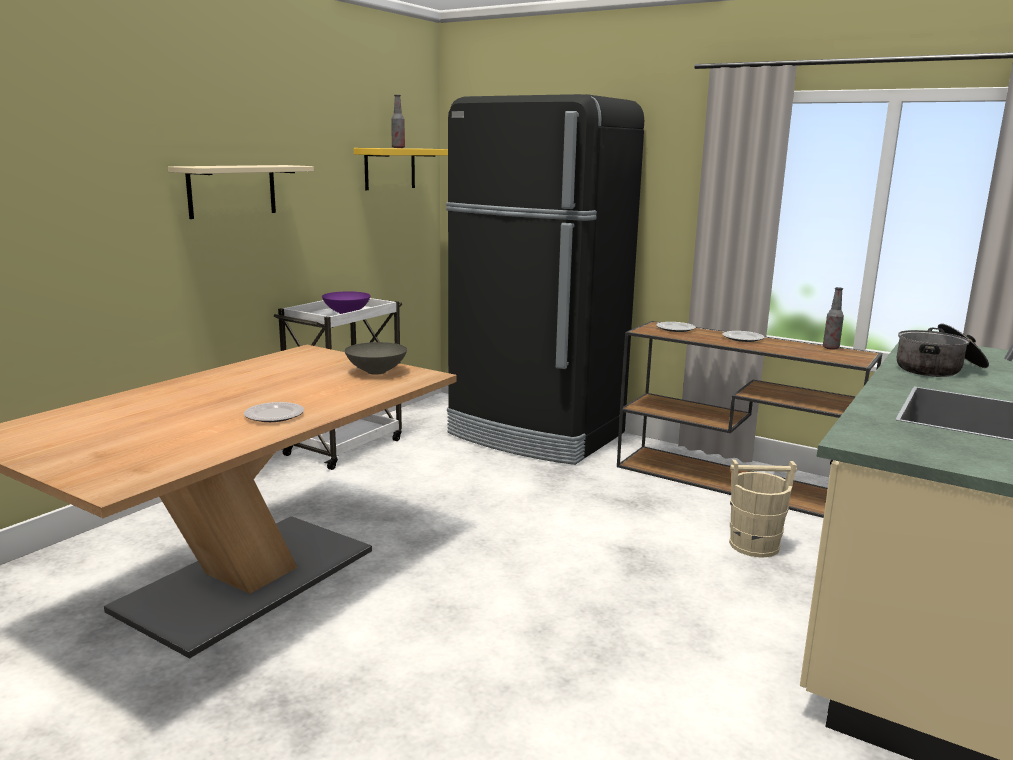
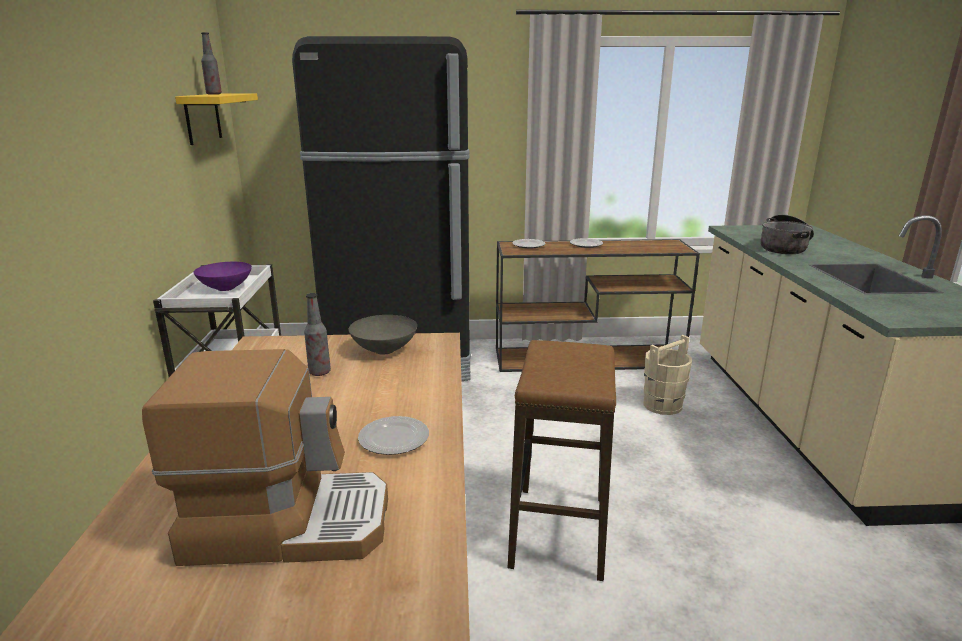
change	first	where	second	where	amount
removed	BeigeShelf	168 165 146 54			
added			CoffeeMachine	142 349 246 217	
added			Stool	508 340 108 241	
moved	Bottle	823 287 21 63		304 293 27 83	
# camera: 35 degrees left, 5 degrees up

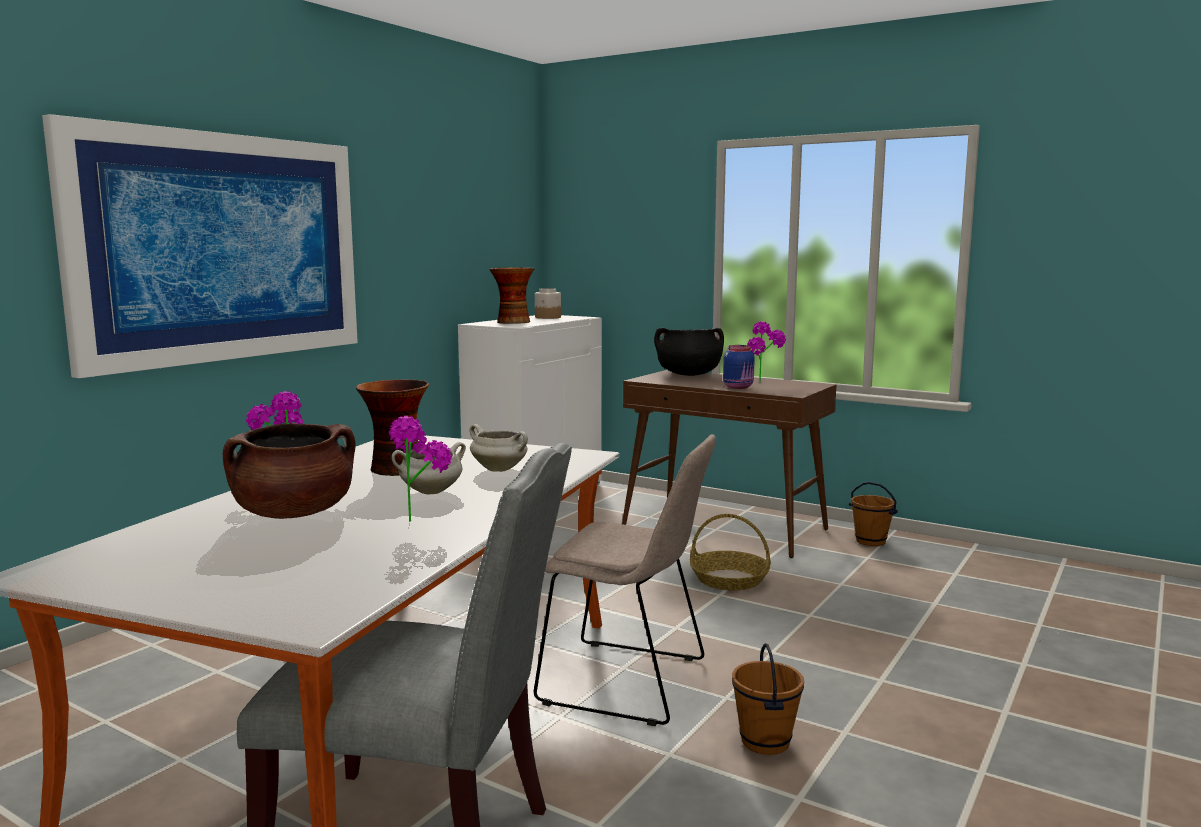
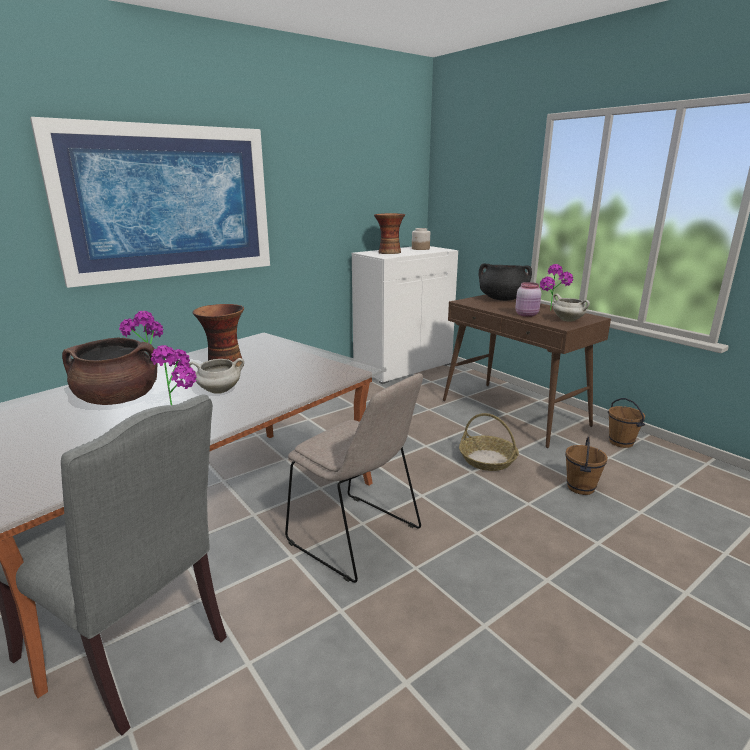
change	first	where	second	where	amount
moved	WhiteCookingPot	469 424 59 48		553 294 37 28	
moved	BrownBucket	732 643 72 112		565 436 43 59	
recoloured	BlueJar	723 345 32 44	PinkJar	515 282 26 35	
# camera: 20 degrees right, 10 degrees up

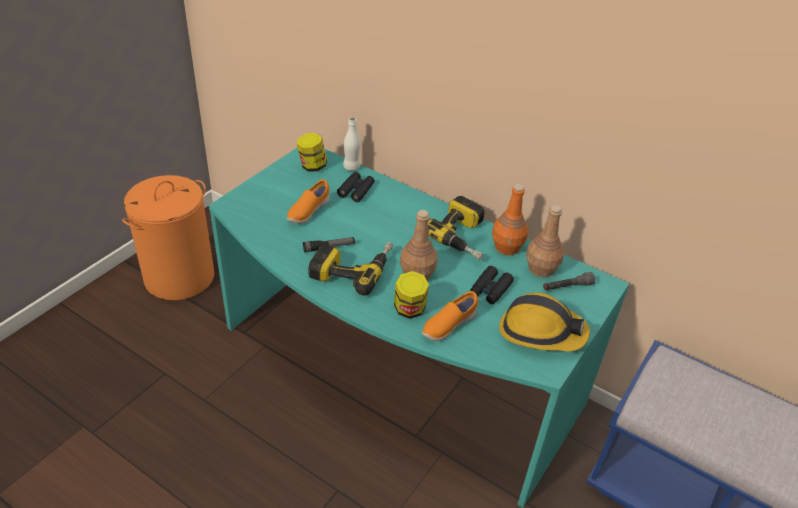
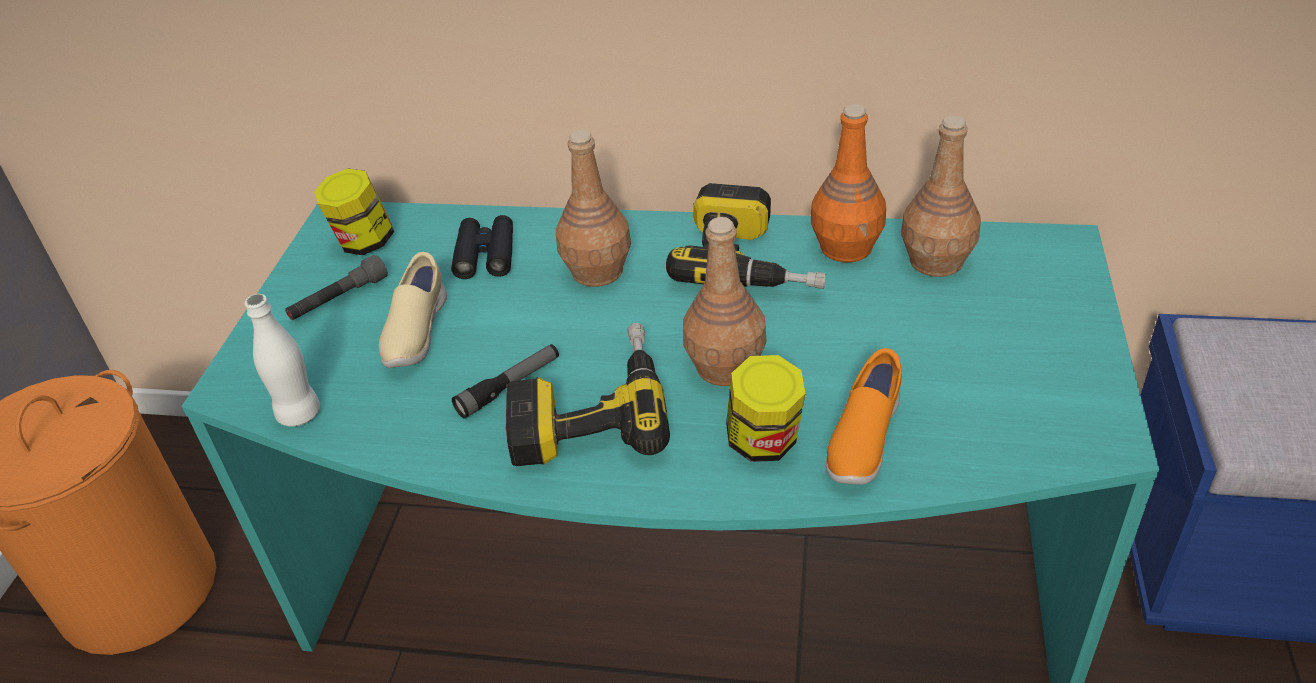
change	first	where	second	where	amount
removed	BlackBinoculars	470 266 44 38			
removed	HardHat	499 293 91 58			
added			BrownBottle	556 130 75 157	
moved	WhiteBottle	343 117 18 54		245 294 75 133	
moved	GreyFlashlight	543 272 52 18		285 255 103 65	
recoloured	OrangeShoe	287 179 43 45	BeigeShoe	379 252 68 116	
# camera: 20 degrees left, 0 degrees up

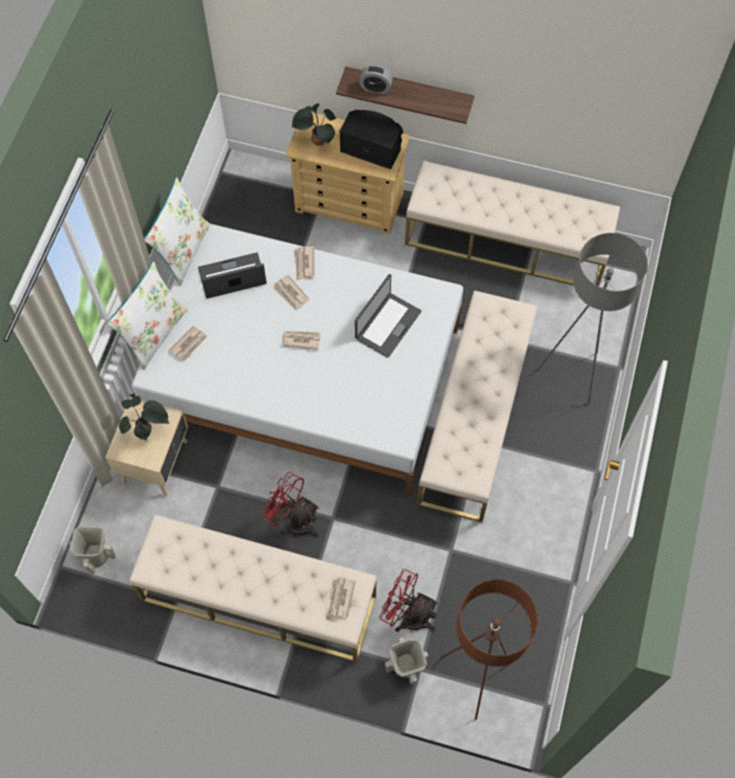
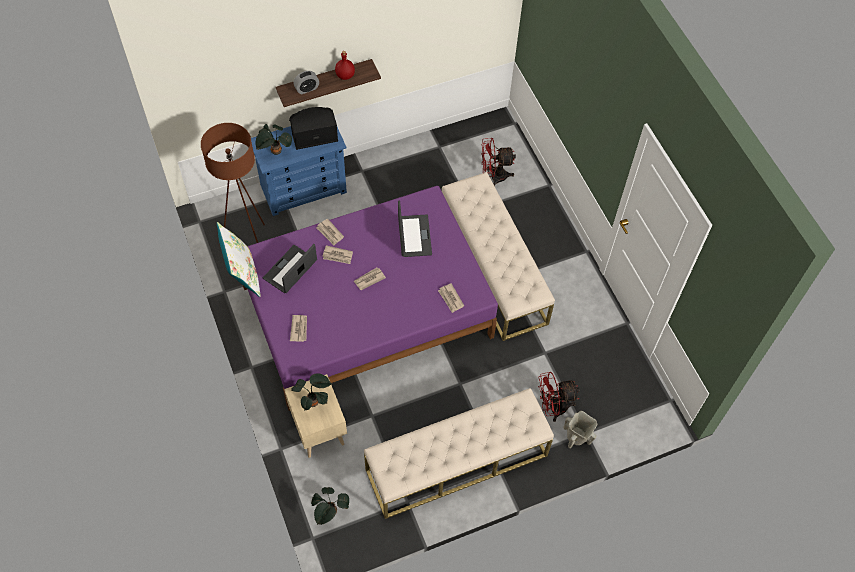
change	first	where	second	where	amount
removed	WhitePillow	106 261 81 109			
removed	BeigeBench	405 161 215 125			
removed	GreyFloorLamp	538 233 110 172			
added			RedBottle	335 51 20 29	
moved	RedFan	260 472 60 65		481 138 35 48	
moved	Newspaper	328 577 28 42		438 283 26 30	
moved	BrownFloorLamp	440 579 98 141		201 123 64 120	
replaced	BeigeVase	70 525 46 49	PottedPlant	311 487 38 38	
recoloured	WhiteBed	132 224 331 271	PurpleBed	243 186 255 225	
recoloured	BeigeDresser	285 112 125 123	BlueDresser	251 126 96 90	
# camera: 40 degrees left, 5 degrees down

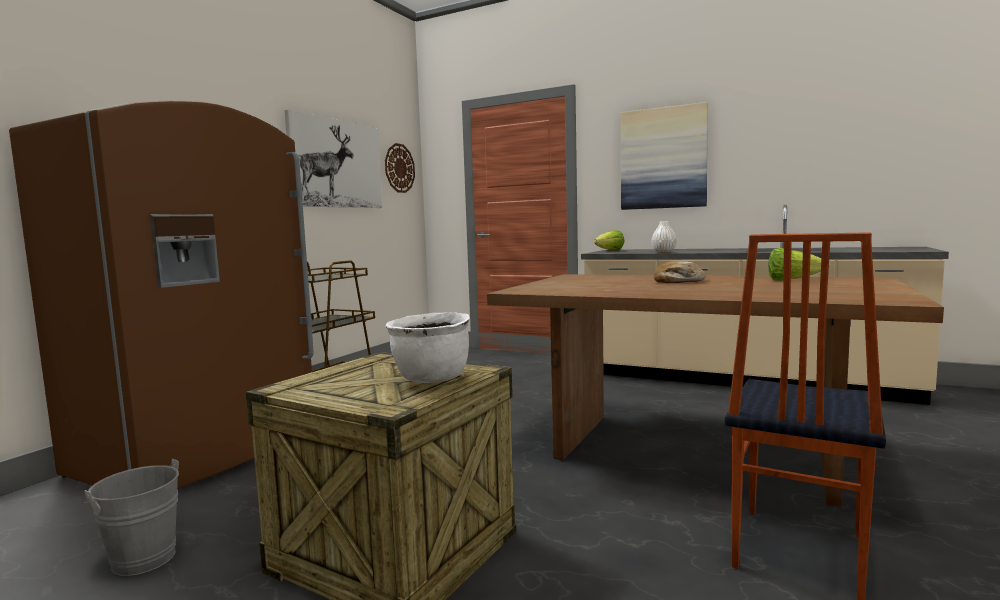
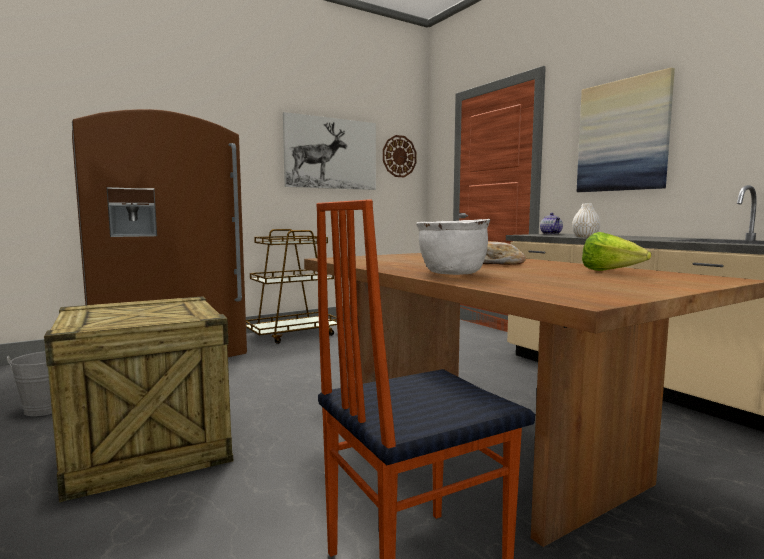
change	first	where	second	where	amount
moved	WhiteCookingPot	386 312 84 71		416 219 75 56	
replaced	Lettuce	594 230 31 20	Teapot	540 213 23 21	
# camera: 30 degrees right, 0 degrees up

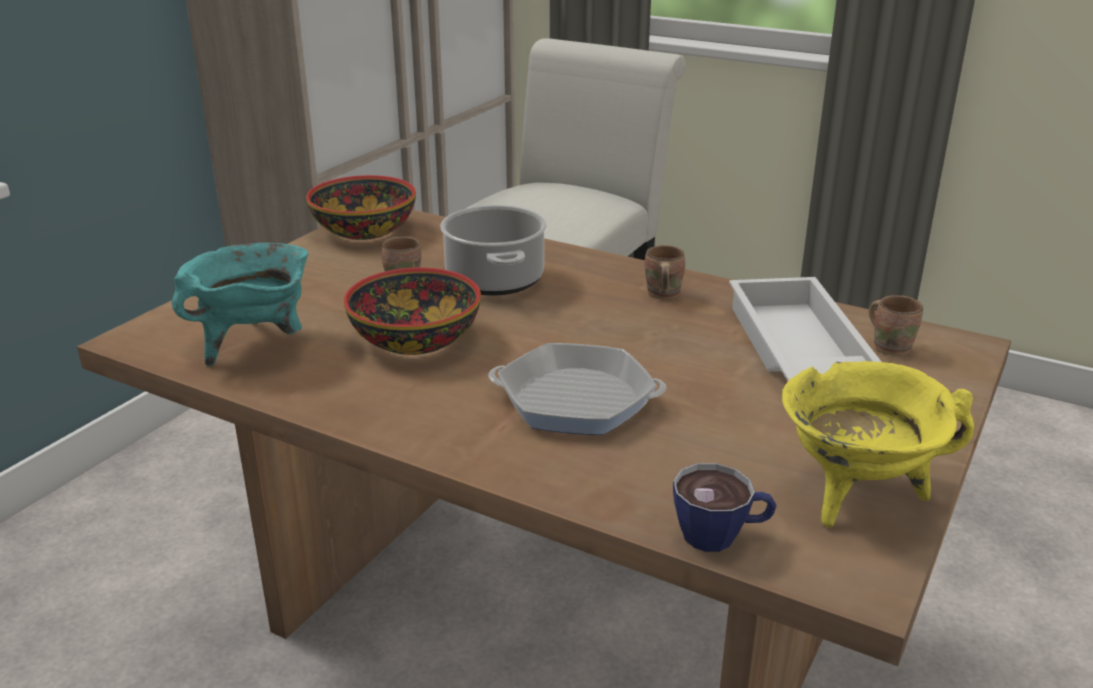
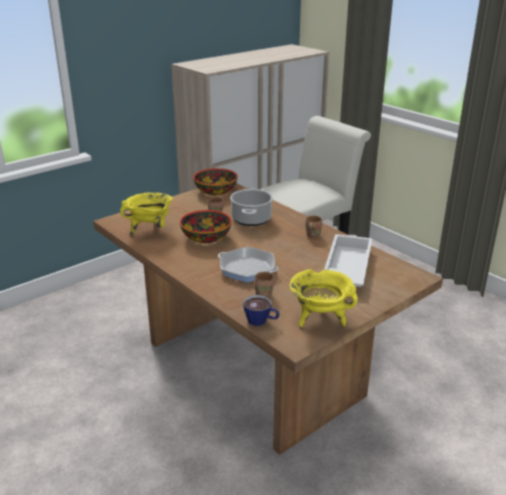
change	first	where	second	where	amount
moved	BrownMug	869 295 54 61		254 272 20 26	
recoloured	TurquoiseCookingPot	172 243 137 123	YellowCookingPot	120 192 53 43	
# camera: 20 degrees right, 0 degrees up

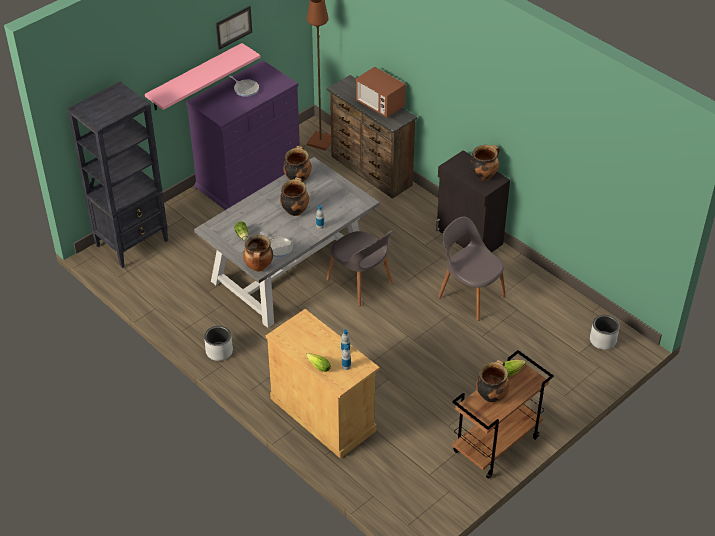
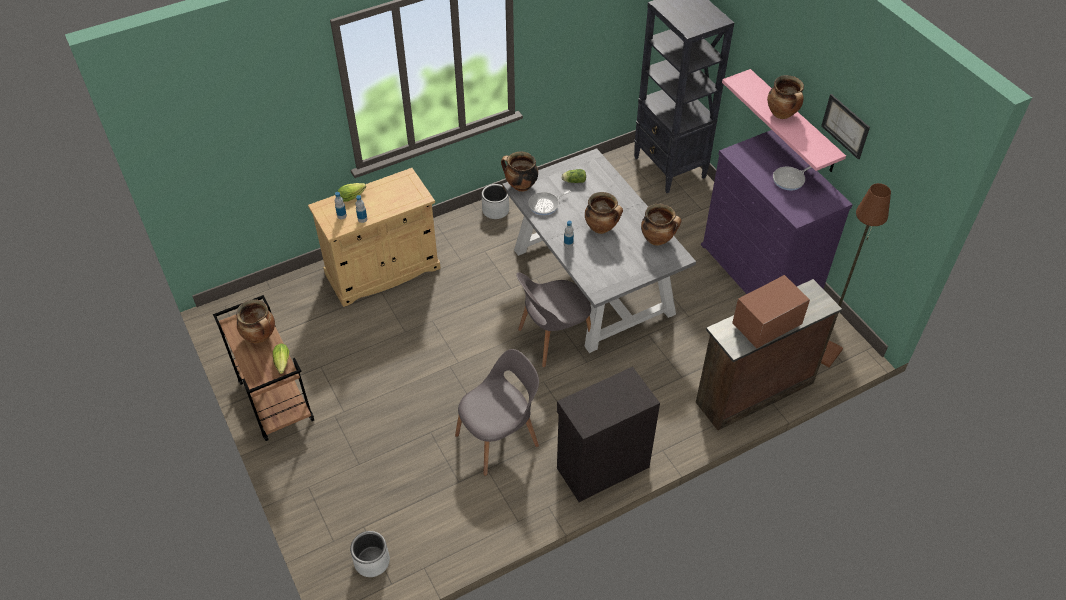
change	first	where	second	where	amount
moved	CookingPot	470 145 30 36		767 75 37 44	
# camera: 105 degrees right, 5 degrees up

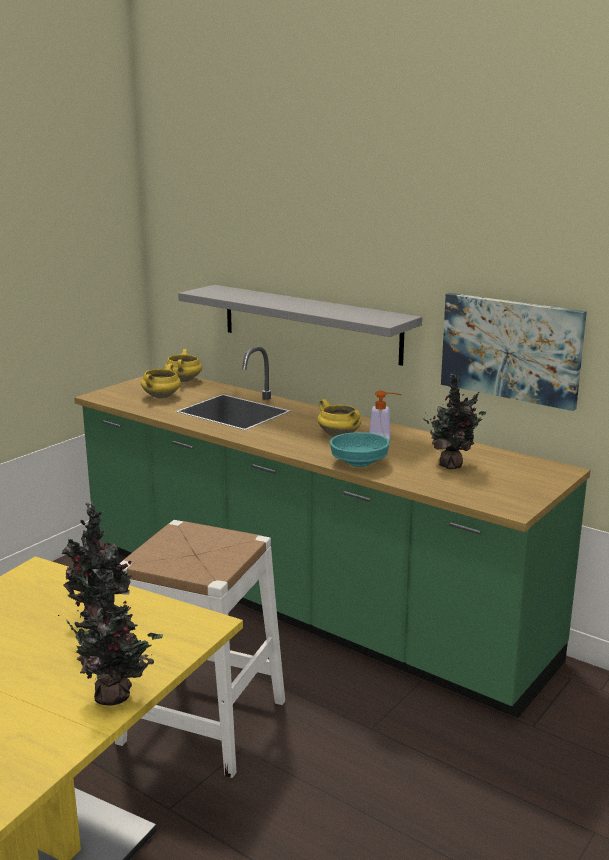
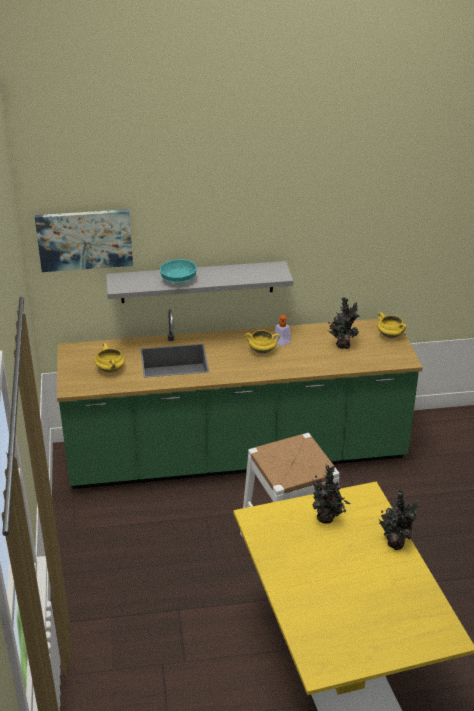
change	first	where	second	where	amount
moved	YellowCookingPot	164 349 38 33		377 312 29 26	
moved	TurquoiseBowl	330 432 60 35		160 259 37 25	
moved	Picture	441 293 146 118		35 209 98 63	
# camera: 45 degrees left, 15 degrees up

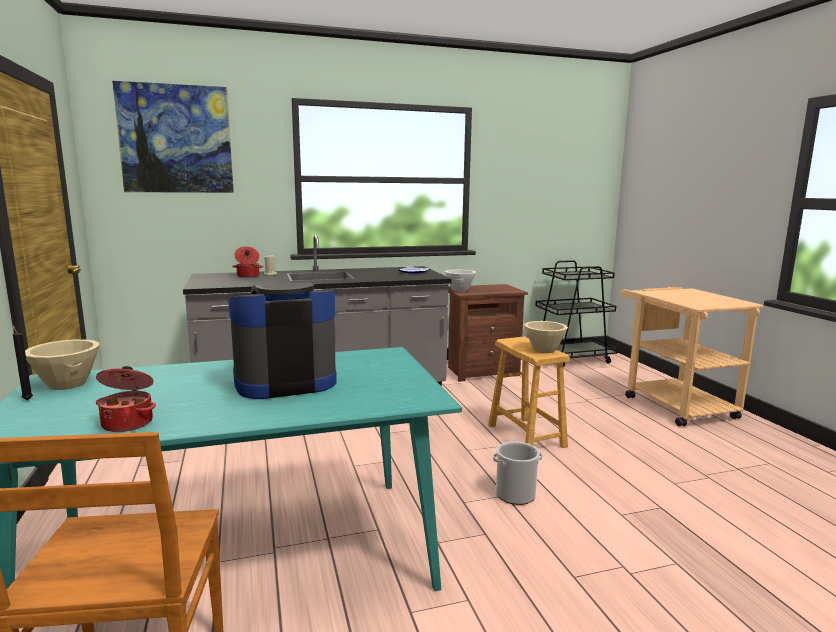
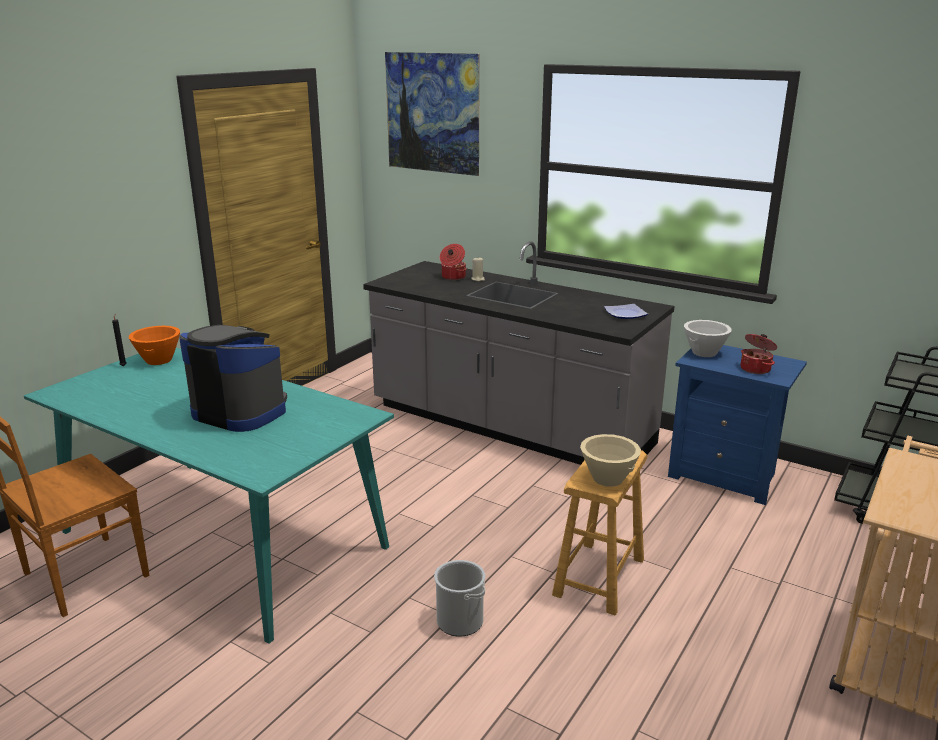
change	first	where	second	where	amount
moved	CookingPot	96 366 60 66		740 334 37 40	
recoloured	BeigeBowl	25 339 74 51	OrangeBowl	129 326 51 39	
recoloured	BrownNightstand	448 284 80 98	BlueNightstand	668 345 139 160	
# camera: 50 degrees right, 10 degrees up

